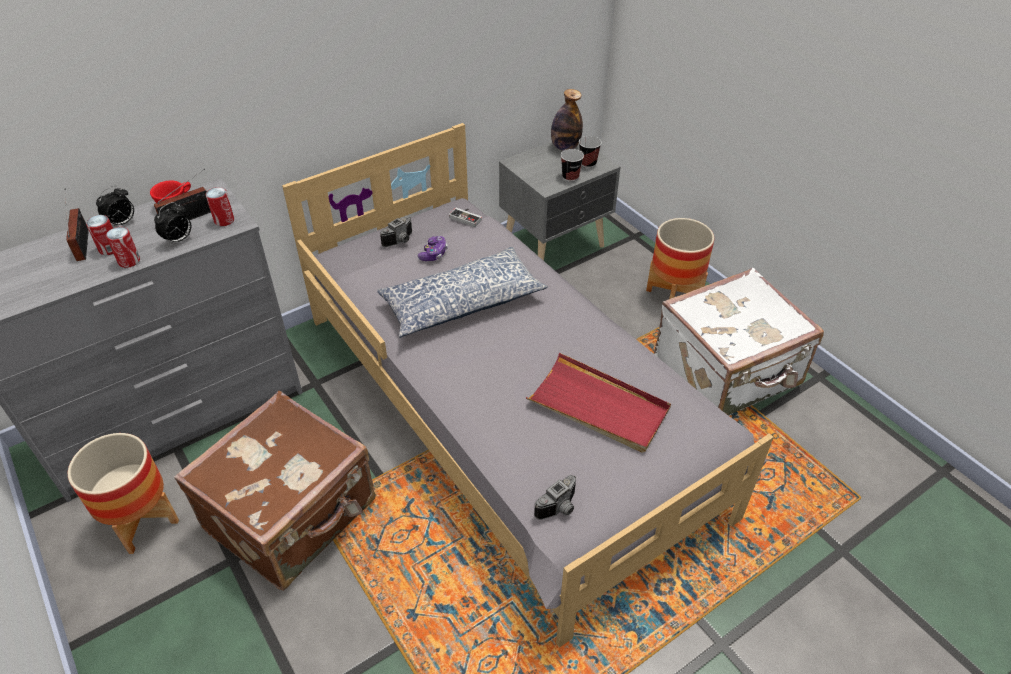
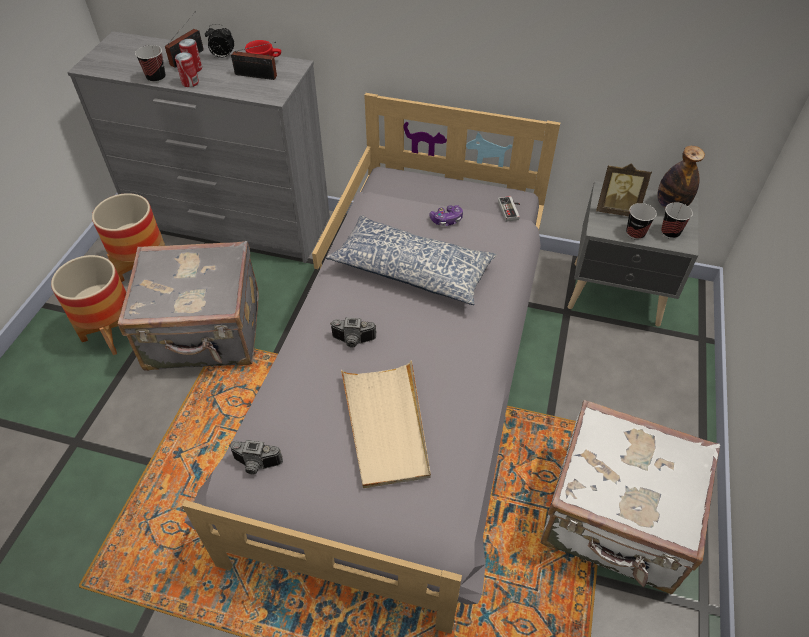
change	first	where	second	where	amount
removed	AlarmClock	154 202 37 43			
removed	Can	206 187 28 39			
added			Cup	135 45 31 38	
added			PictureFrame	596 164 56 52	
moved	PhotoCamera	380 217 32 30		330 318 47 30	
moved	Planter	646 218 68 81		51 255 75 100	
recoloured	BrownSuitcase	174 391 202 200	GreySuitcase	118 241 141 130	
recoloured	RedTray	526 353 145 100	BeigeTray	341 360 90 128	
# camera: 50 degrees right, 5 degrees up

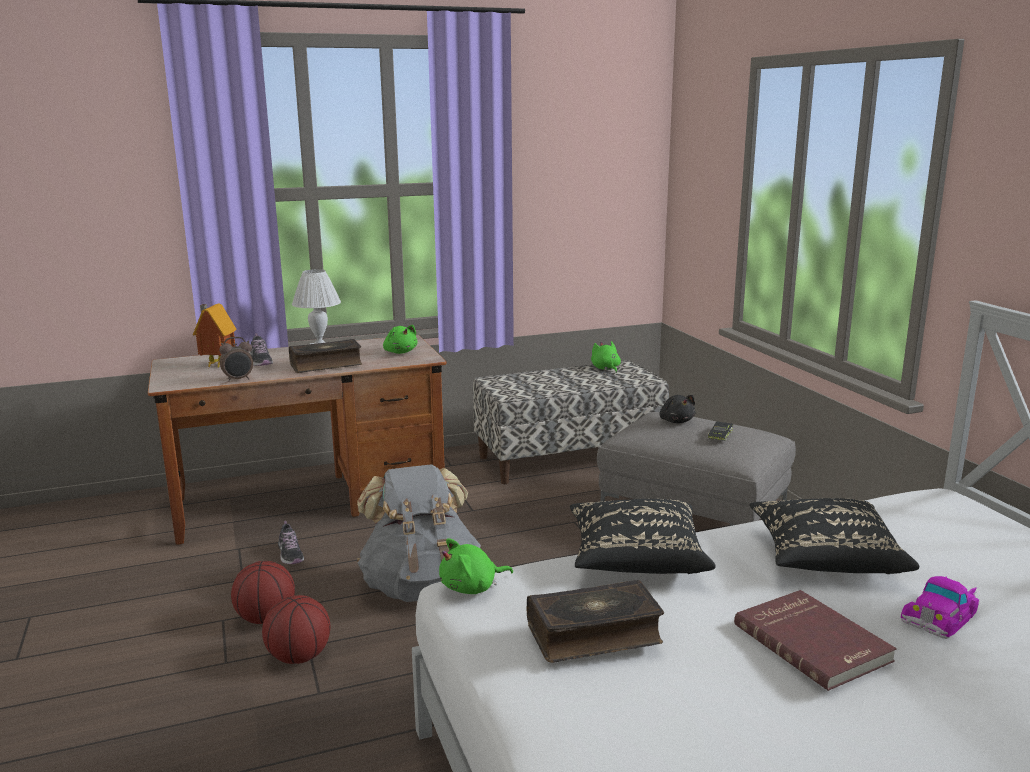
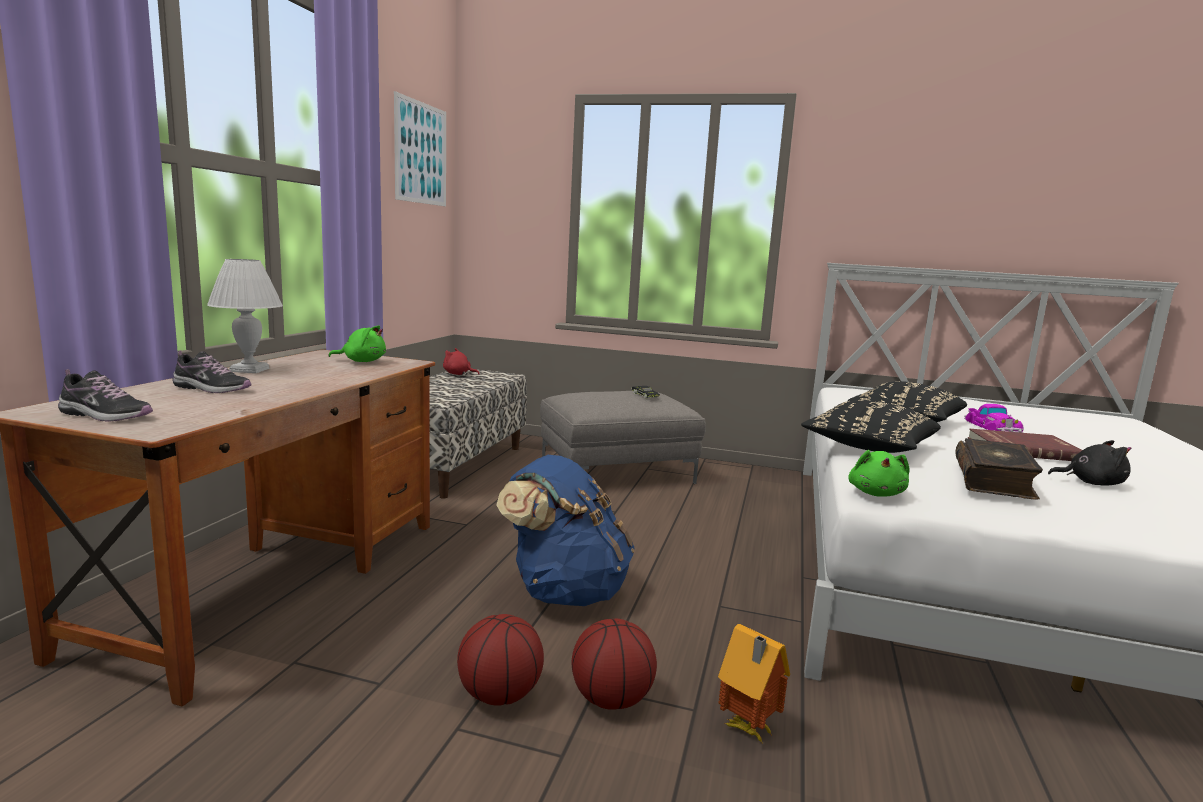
change	first	where	second	where	amount
removed	AlarmClock	219 337 34 45			
removed	Book	289 339 73 34			
added			Picture	394 91 52 115	
moved	ToyHouse	193 303 43 65		718 624 72 119	
moved	Shoe	278 521 26 43		58 369 95 53	
moved	BlackPlushToy	660 395 36 29		1048 440 83 46	
recoloured	GreyBackpack	357 464 124 138	BlueBackpack	496 455 138 151	
recoloured	GreenPlushToy	591 341 30 32	RedPlushToy	443 348 36 27	
# camera: 55 degrees left, 5 degrees down

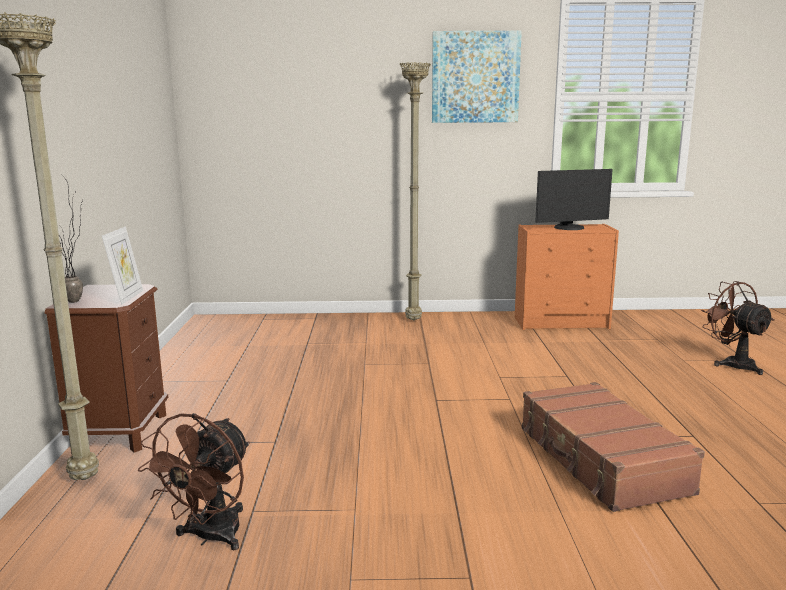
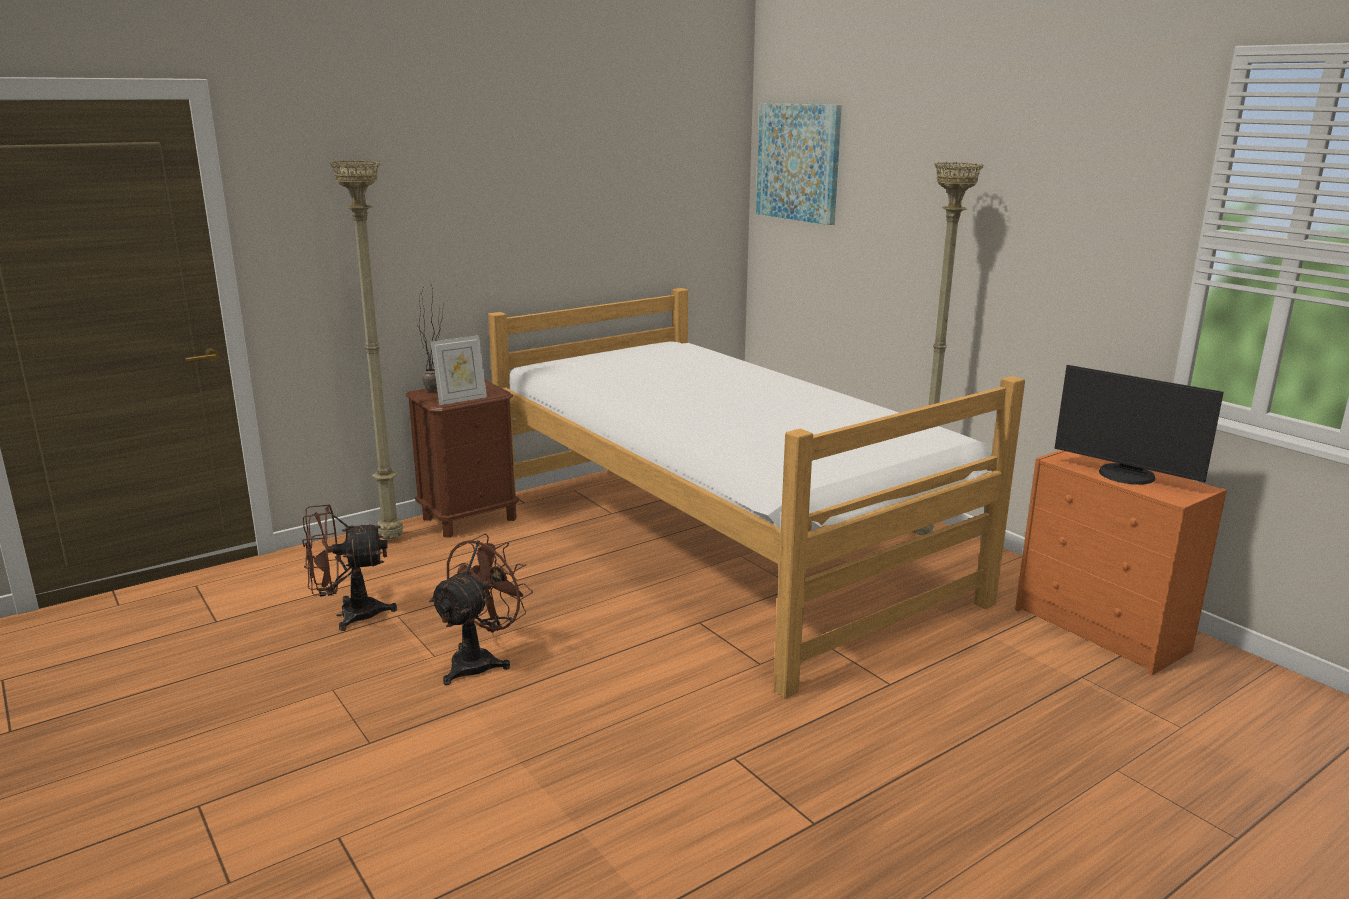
change	first	where	second	where	amount
removed	BrownSuitcase	522 382 183 130			
added			Bed	488 288 537 410	
moved	Picture	432 31 90 92		756 103 86 122	
moved	BrownFan	701 281 73 94		429 534 104 151	
# camera: 55 degrees right, 5 degrees up

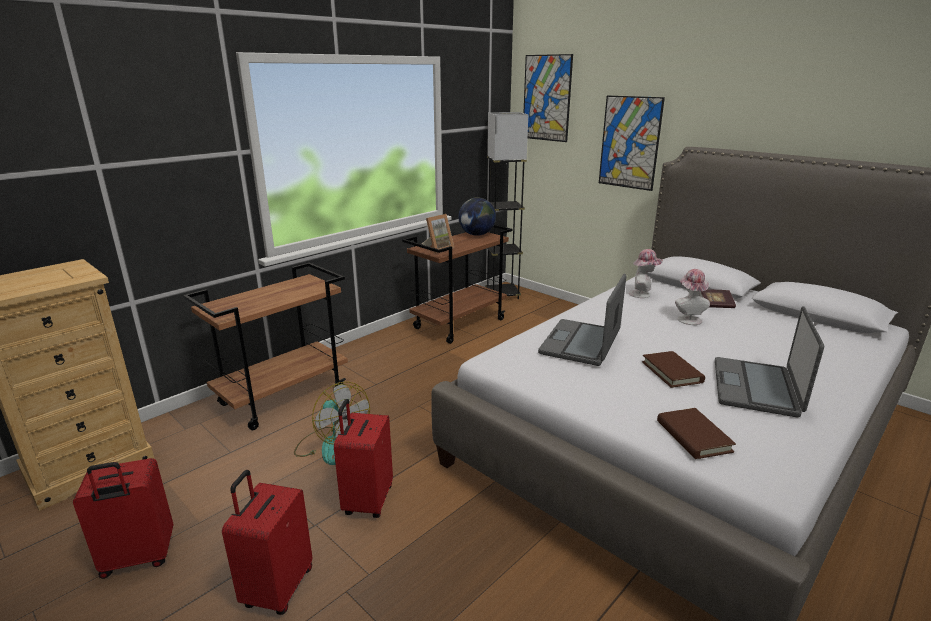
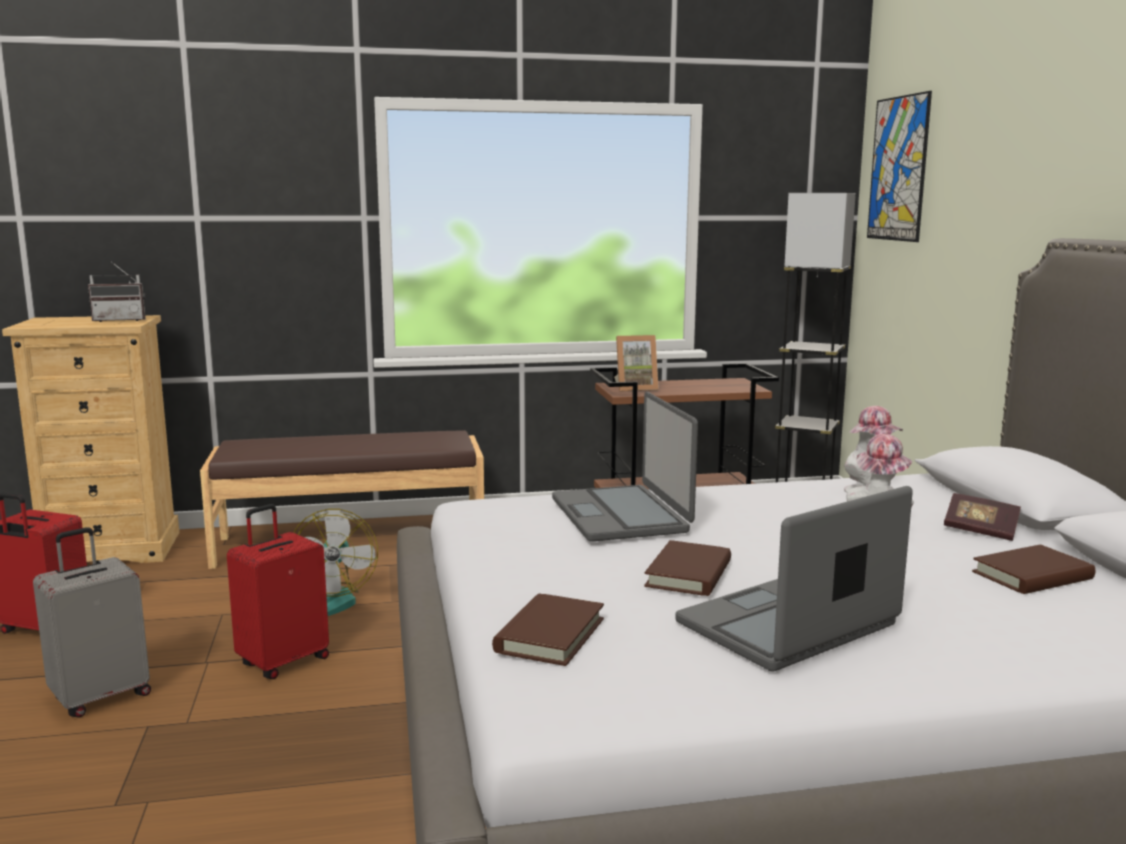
change	first	where	second	where	amount
removed	Globe	458 197 38 39			
removed	Picture	599 95 66 96			
added			Radio	88 263 58 59	
added			BrownBook	972 544 123 50	
replaced	BrownCart	183 263 165 167	BrownBench	200 430 284 139	
recoloured	RedSuitcase	222 470 90 145	GreySuitcase	33 527 118 191	
turned	Laptop	538 274 88 92		552 392 146 150	75 degrees counterclockwise
# camera: 35 degrees right, 10 degrees down

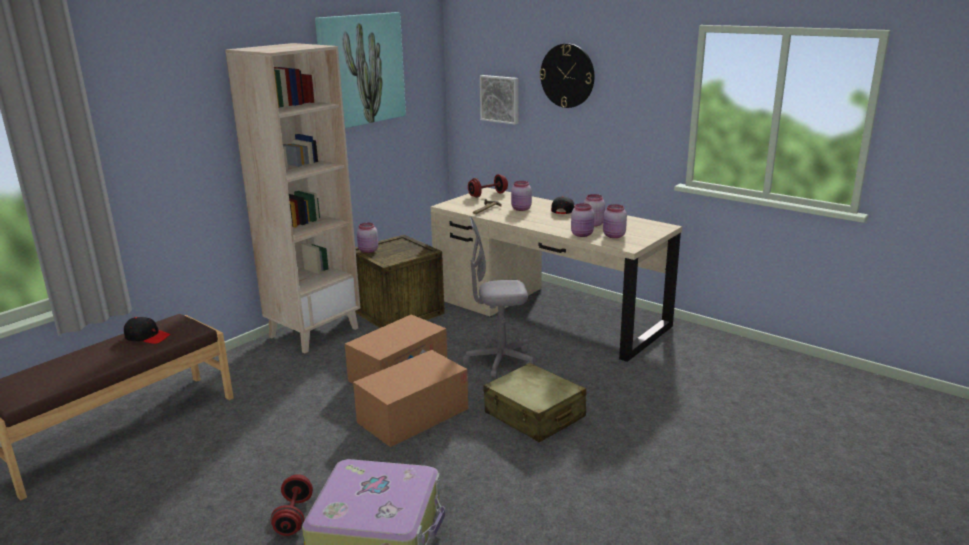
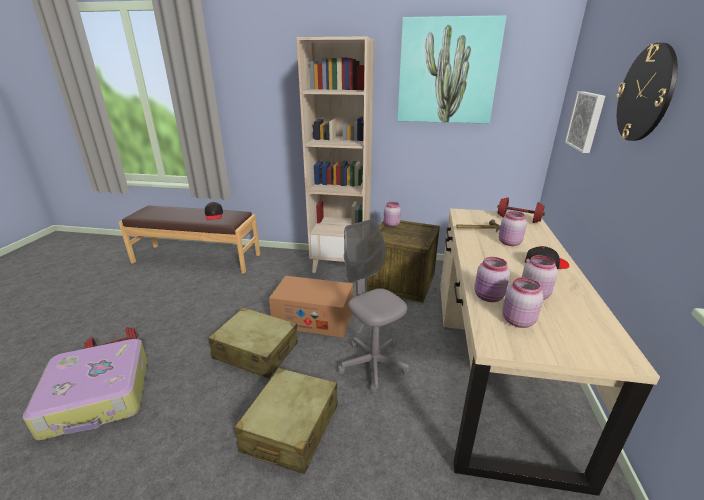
change	first	where	second	where	amount
replaced	CardboardBox	353 350 115 97	BeigeSuitcase	208 307 90 72	
# camera: 60 degrees right, 5 degrees up

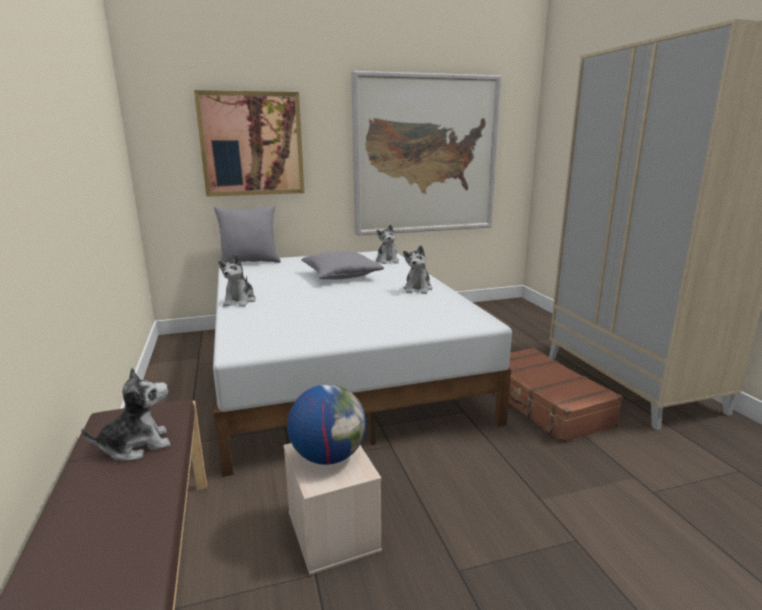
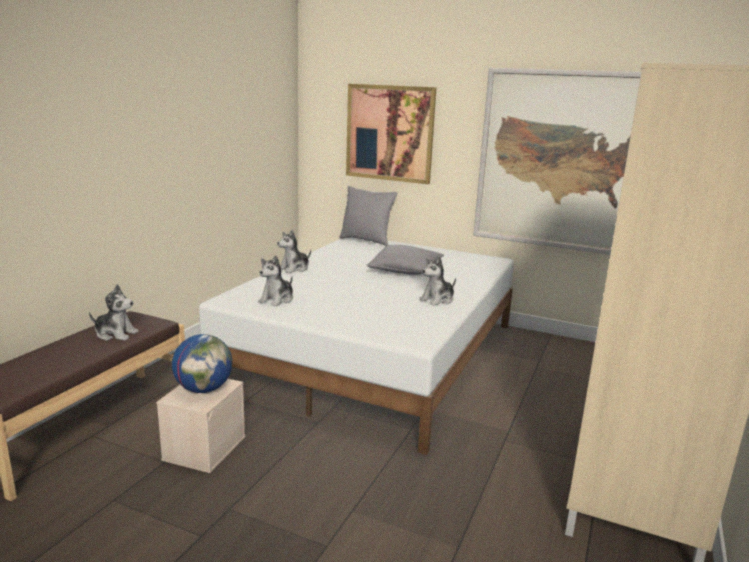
change	first	where	second	where	amount
removed	BrownSuitcase	496 347 127 96			
moved	PlushToy	376 224 23 40		258 255 35 51	
# camera: 40 degrees right, 0 degrees up

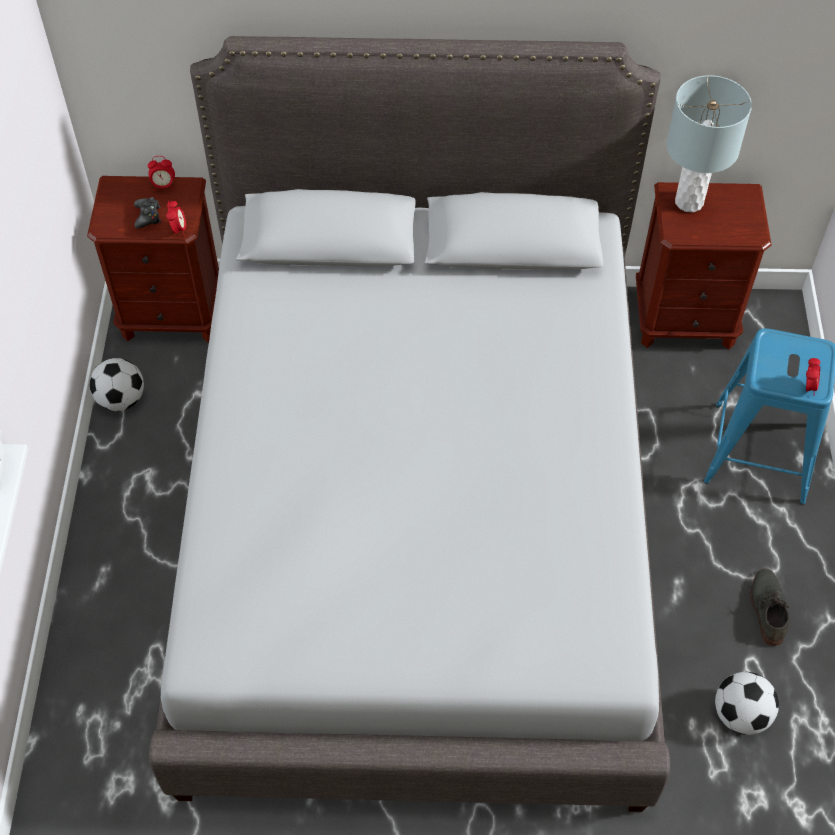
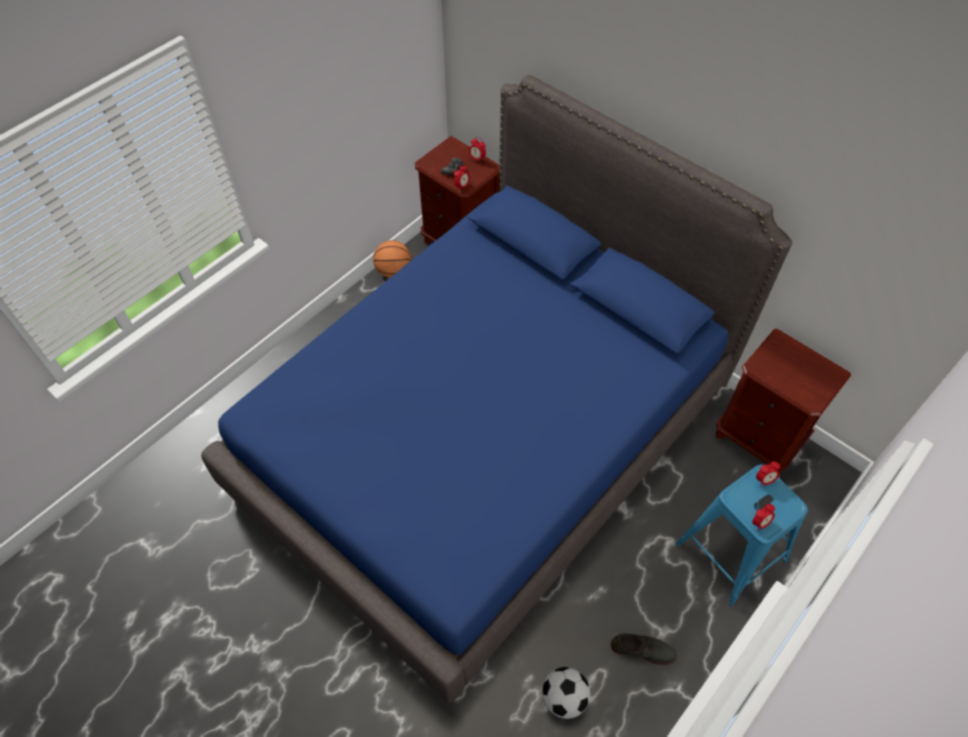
change	first	where	second	where	amount
removed	GreyTableLamp	666 75 86 137			
added			AlarmClock	756 461 24 26	
replaced	Football	89 358 55 53	Basketball	373 240 38 38	
recoloured	GreyBed	149 36 521 776	BlueBed	201 75 591 628	
turned	GreyShoe	750 568 39 78		611 633 66 32	60 degrees clockwise
# camera: 40 degrees right, 0 degrees up

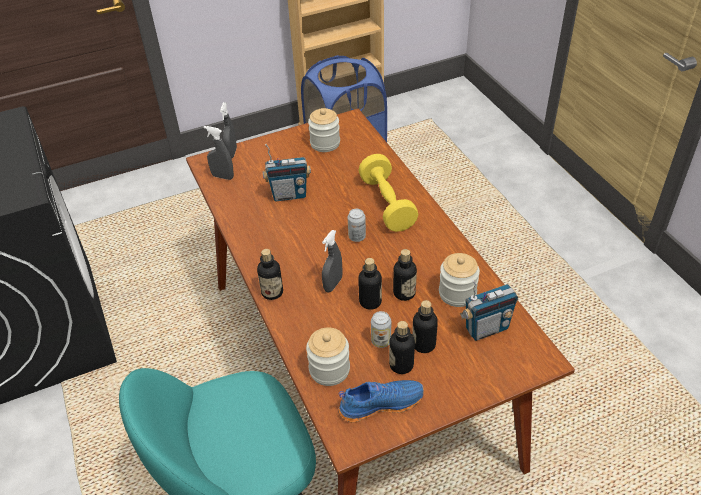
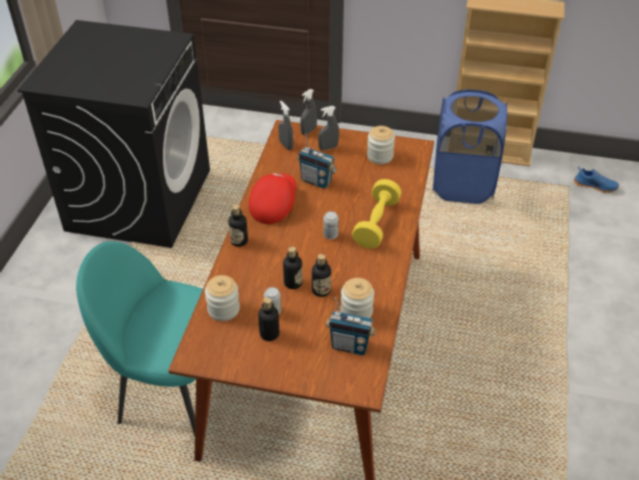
change	first	where	second	where	amount
removed	Bottle	412 300 26 53			
added			RedCap	249 173 48 51	
moved	GreySprayBottle	322 230 21 62		318 106 21 45	
moved	BlueShoe	338 380 86 43		574 167 45 26	
# camera: 35 degrees right, 0 degrees up

